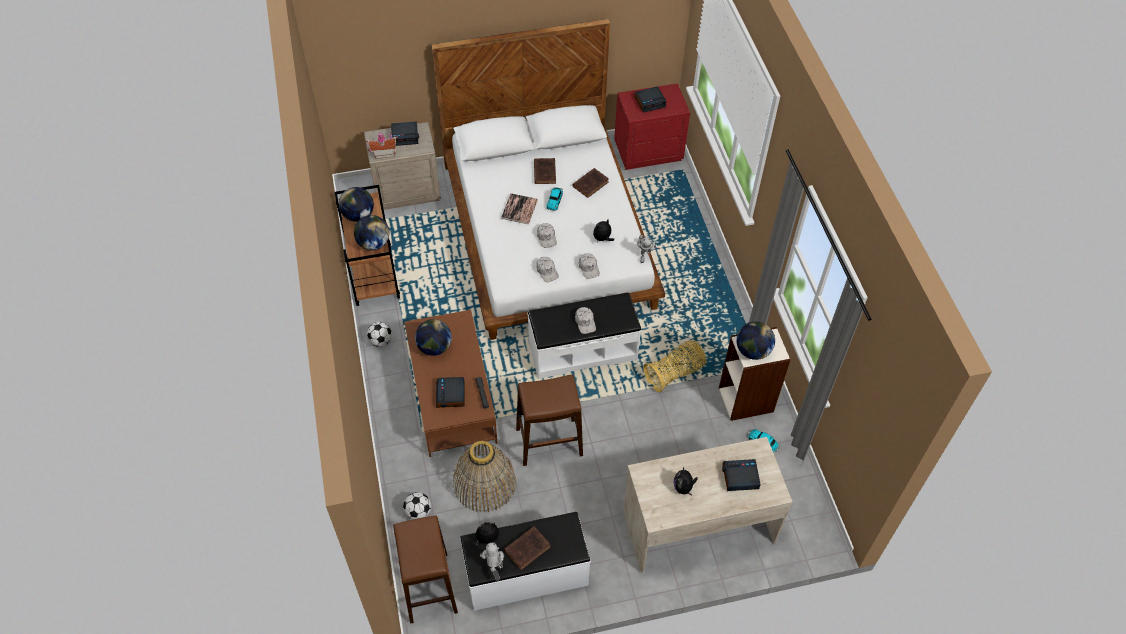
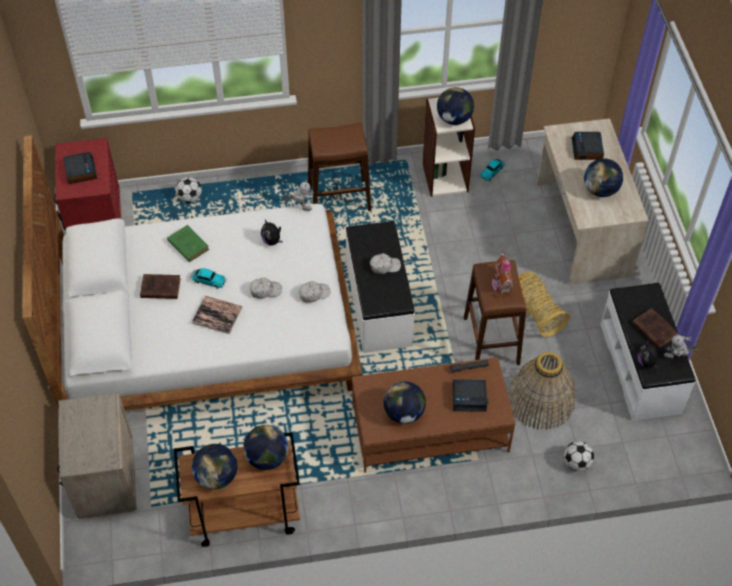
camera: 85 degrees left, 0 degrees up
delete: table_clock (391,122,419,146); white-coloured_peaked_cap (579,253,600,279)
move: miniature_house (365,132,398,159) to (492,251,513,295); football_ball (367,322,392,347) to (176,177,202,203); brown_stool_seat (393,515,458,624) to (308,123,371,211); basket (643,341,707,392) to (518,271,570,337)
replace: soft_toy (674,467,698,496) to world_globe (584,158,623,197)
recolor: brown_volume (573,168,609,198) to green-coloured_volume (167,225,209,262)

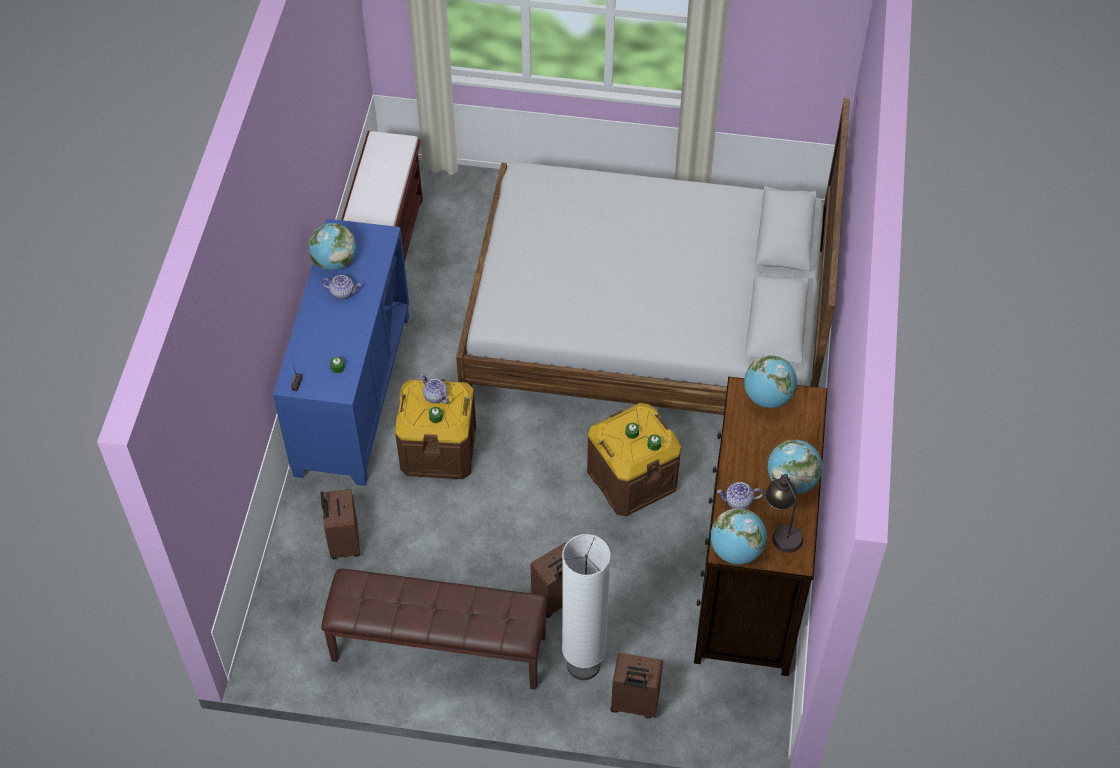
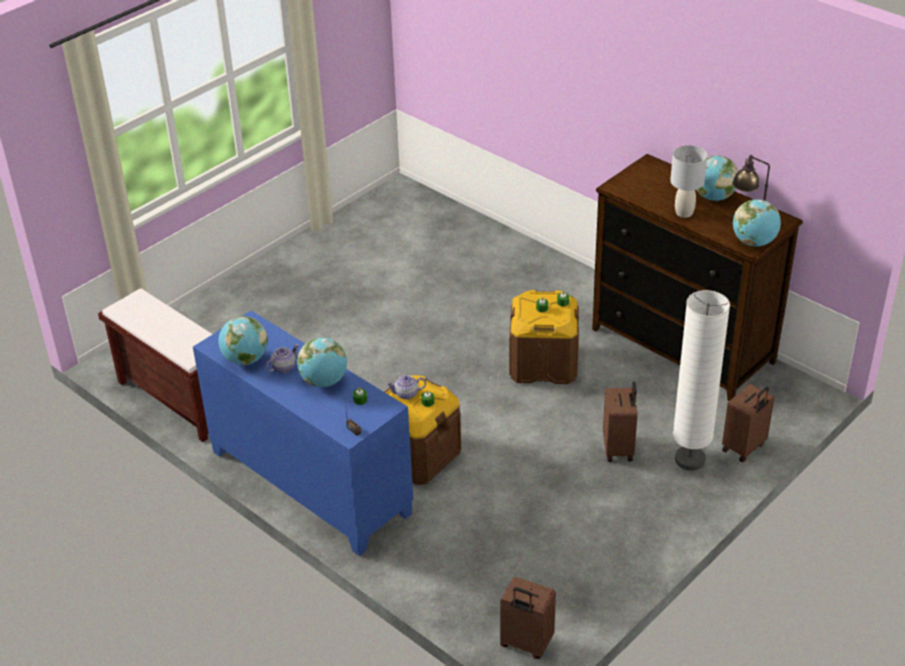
camera: 55 degrees left, 15 degrees down
delete: brown_bench (321,569,547,690); bed (456,98,850,415); pot_for_tea (717,482,763,509)
insert: greyish_table_lamp (670,145,707,218)
move: brown_travel_case (321,489,360,559) to (500,577,556,659); world_globe (744,355,797,408) to (297,338,347,388)

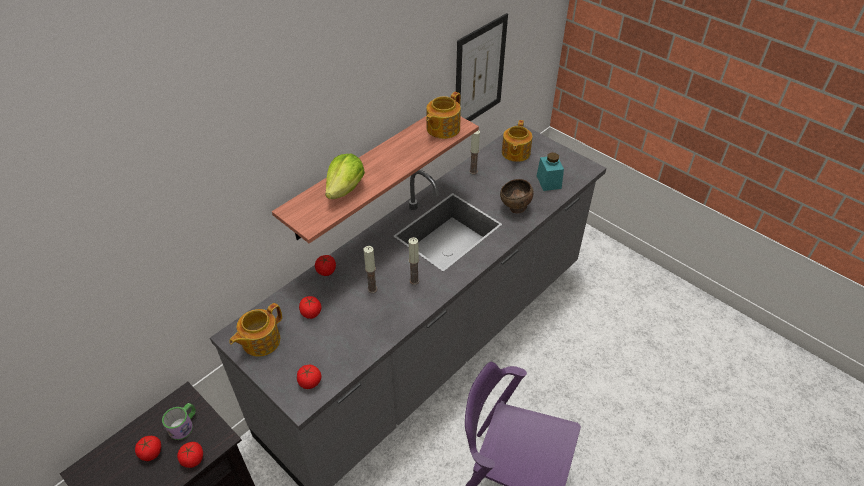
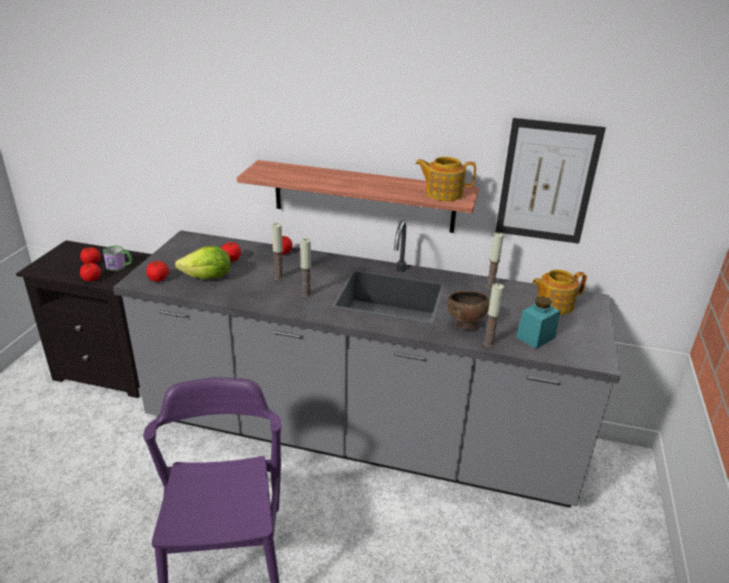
camera: 60 degrees right, 15 degrees down
delete: pot_for_tea (229,303,282,357)
insert: candle (483,283,504,347)
move: lettuce (325,154,365,199) to (175,246,231,279)

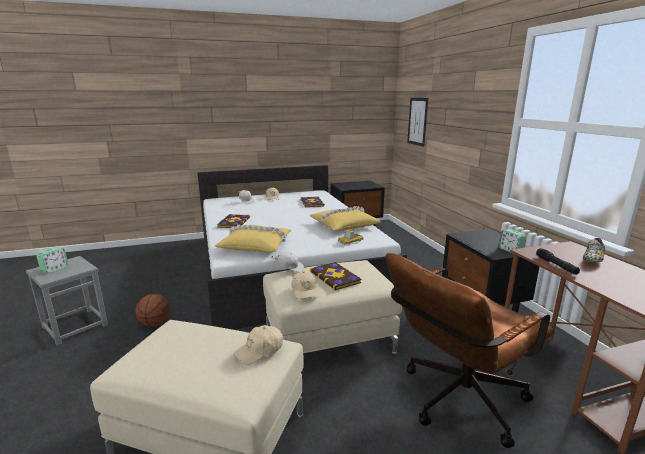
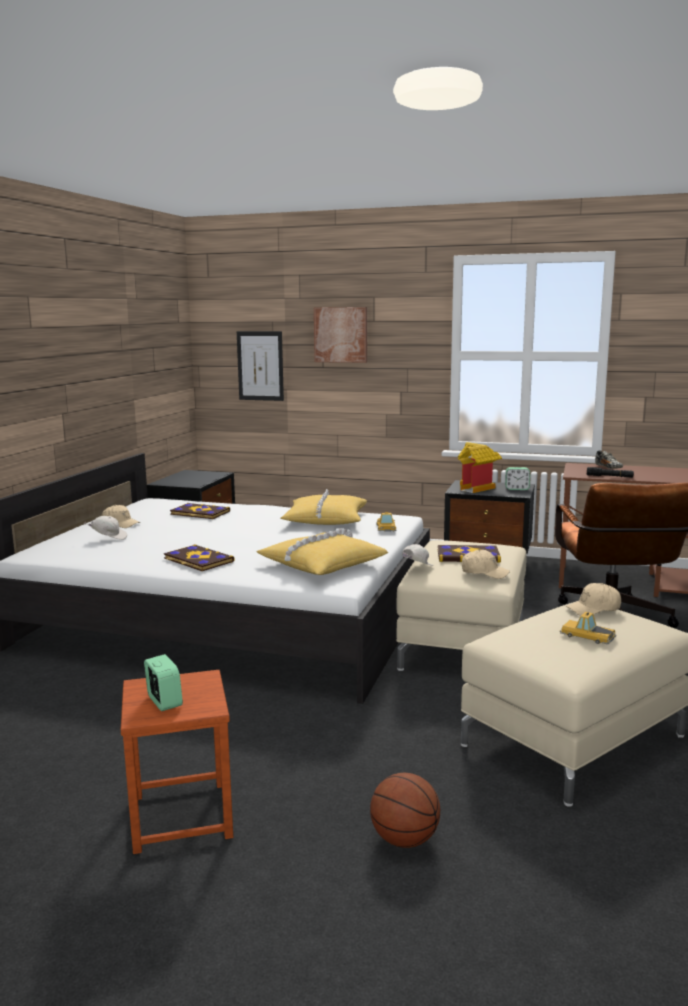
camera: 55 degrees left, 5 degrees down
insert: picture (314,307,367,363); miniature_house (458,442,502,493); miniature_car (560,612,616,644)
move: basketball_ball (136,294,170,326) to (370,773,440,848)
recolor: greyish_stool_seat (26,256,108,345) to brown_stool_seat (121,670,233,854)
rotate: beige_peaked_cap (234,325,283,365) = (566,583,621,616) 75 degrees clockwise

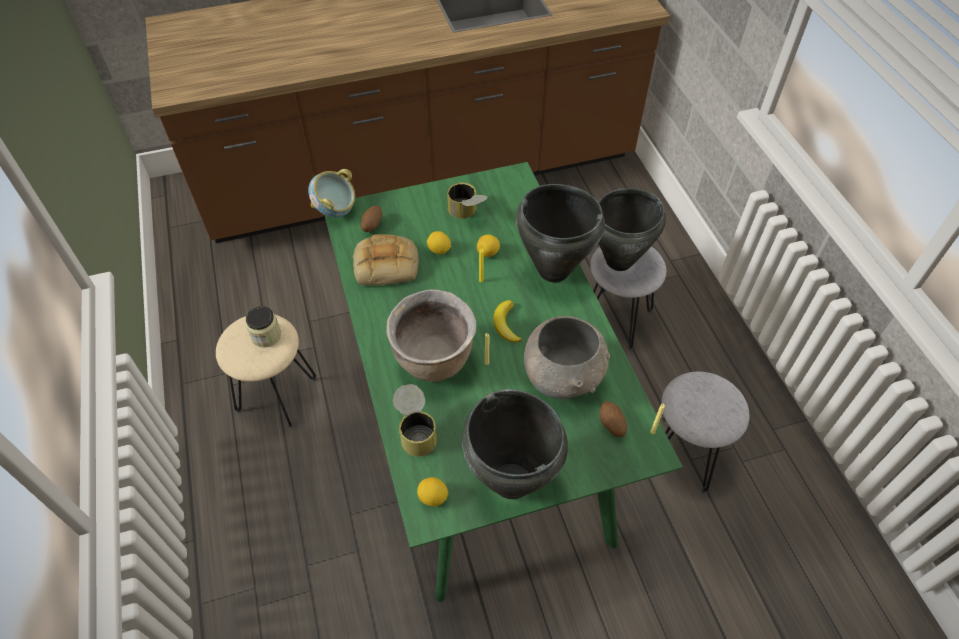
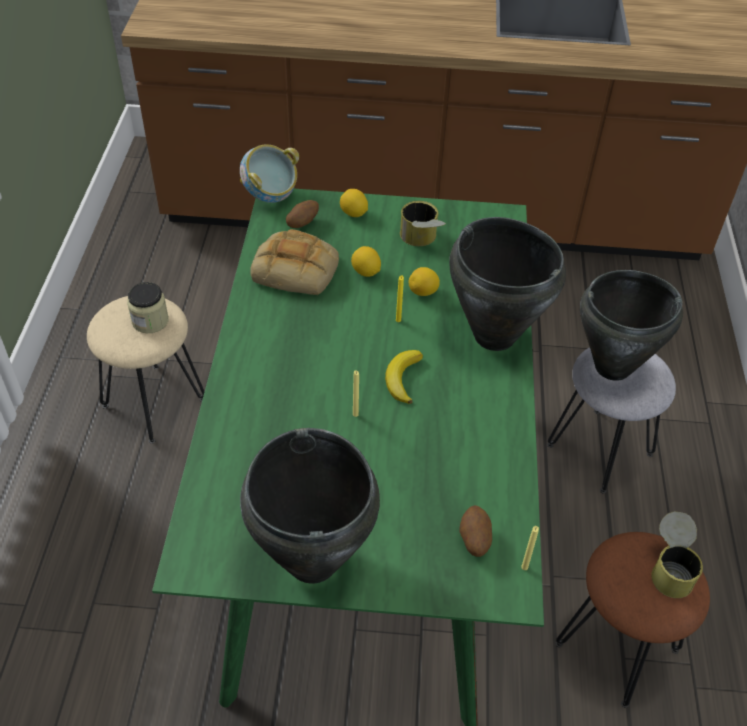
camera: 20 degrees right, 5 degrees down
delete: brown_saucepot (386,289,476,382); greyish_serving_bowl (524,316,610,399)
move: sealed_can (393,384,437,457) to (651,511,703,598); citrus_fruit (417,477,448,506) to (340,189,368,217)
recolor: greyish_stool_seat (661,372,750,493) to brown_stool_seat (555,532,710,708)

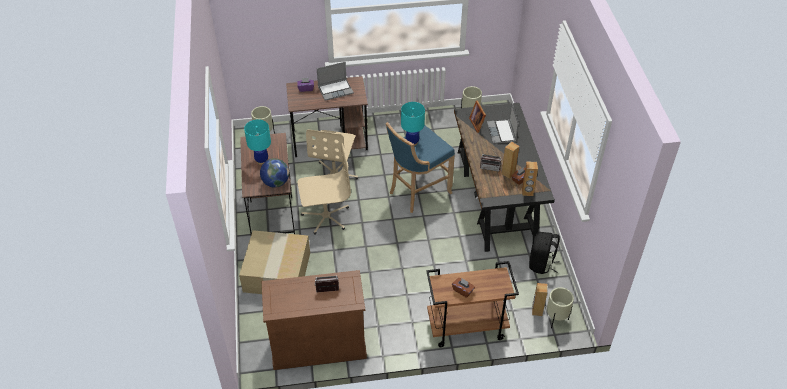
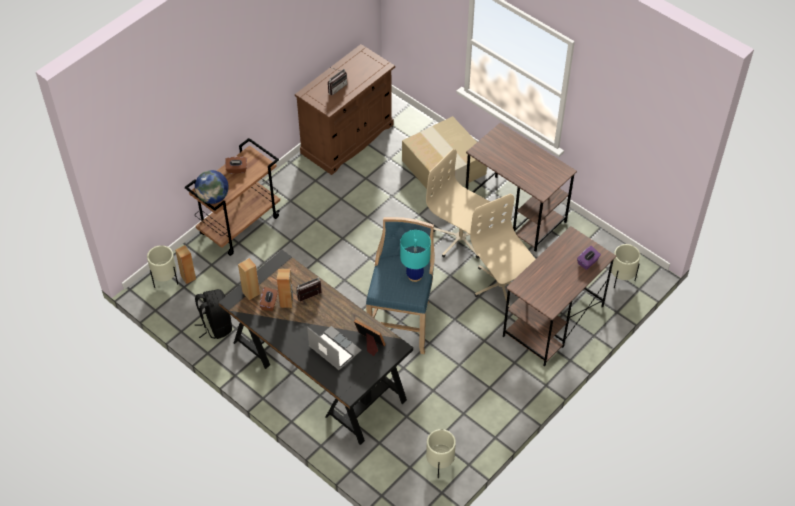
camera: 140 degrees right, 5 degrees up
delete: turquoise_table_lamp (244,119,271,165); laptop (317,62,354,101)
move: world_globe (260,158,289,187) to (195,170,229,204)
rotate: beige_computer_chair (297,143,351,235) = (426,149,495,258) 90 degrees clockwise

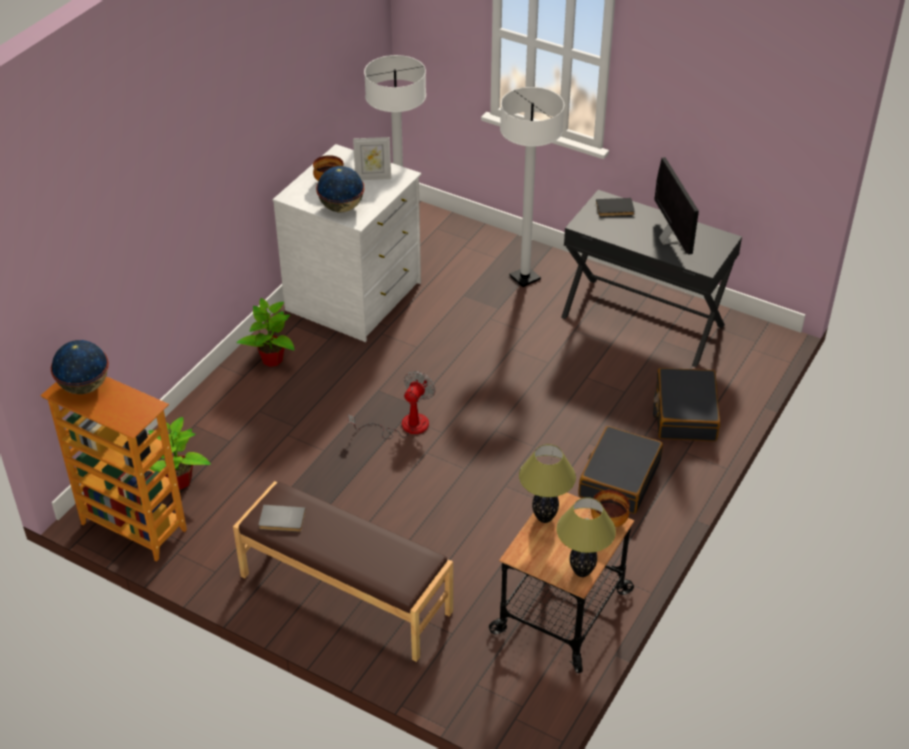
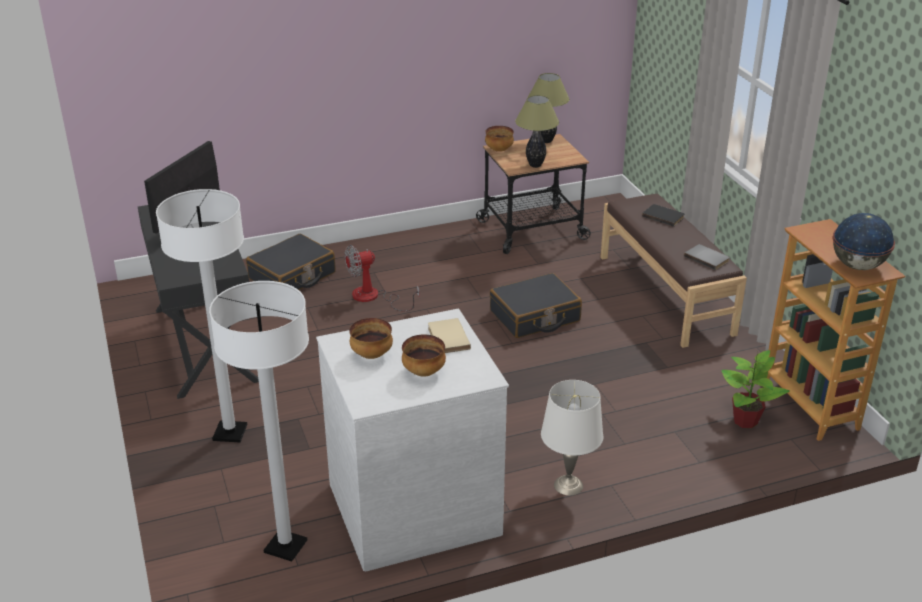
camera: 140 degrees left, 10 degrees down
move: cooling_fan (348,371,435,439) to (344,245,420,311); black-coloured_travel_case (579,426,663,514) to (490,273,582,338); black-coloured_volume (596,198,635,217) to (642,204,684,227)
replace: houseplant (236,298,295,367) to white-coloured_table_lamp (541,380,603,496); world_globe (316,166,364,212) to beige_volume (428,318,471,353); standing_frame (353,137,391,180) to serving_bowl (349,318,393,359)

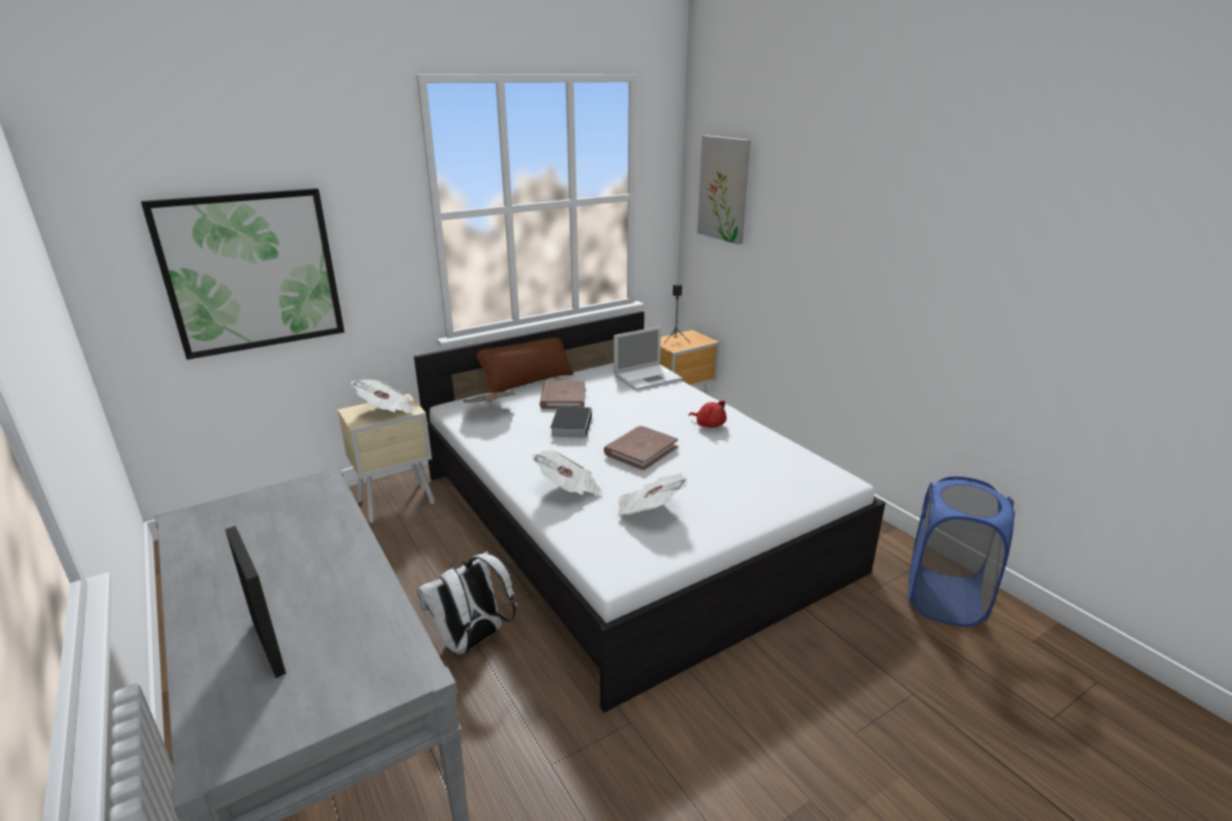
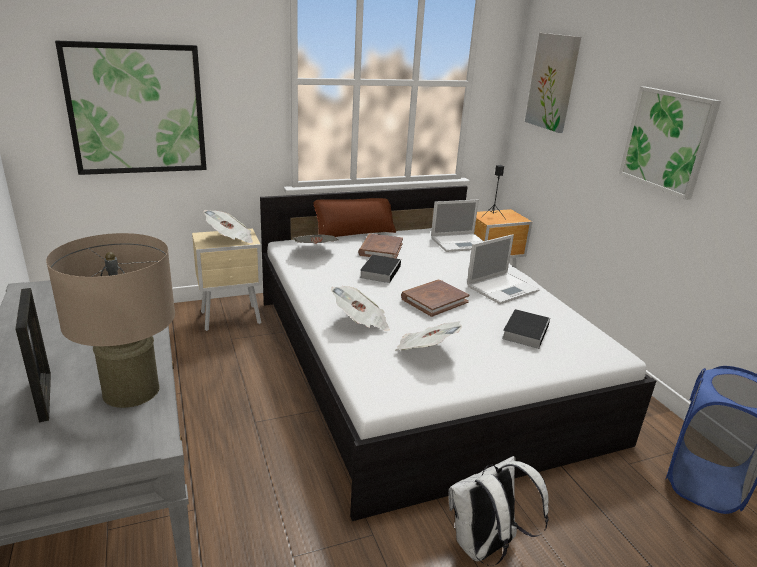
camera: 10 degrees right, 0 degrees up
insert: beige_table_lamp (46,233,175,408); volume (502,309,550,349); picture (619,86,721,200)
move: white-coloured_backpack (417,551,516,654) to (448,456,549,566)
replace: red_soft_toy (689,401,727,428) to laptop (467,234,540,304)

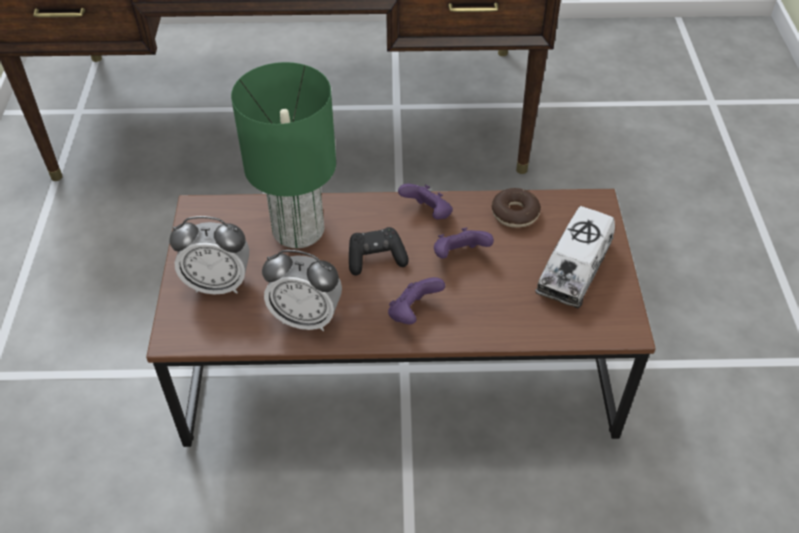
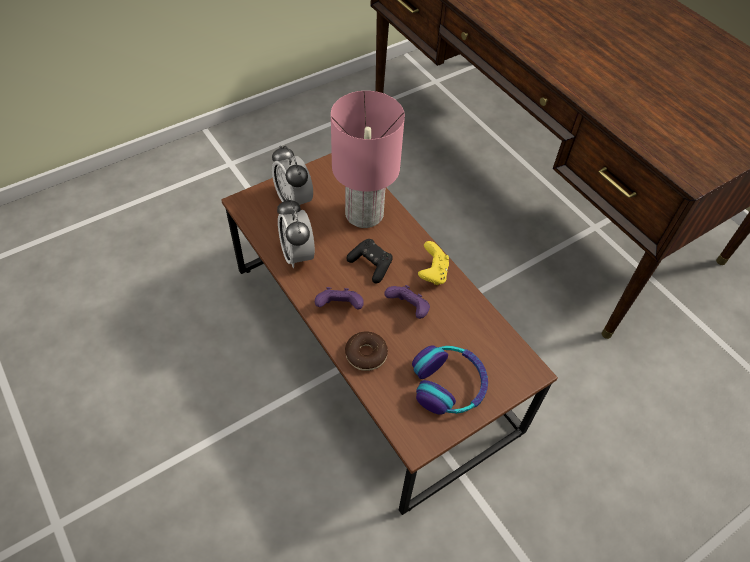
camera: 55 degrees right, 5 degrees up
move: donut (491,188,541,228) to (345,331,388,371)
replace: toy_lorry (535,206,615,308) to headset (412,345,488,415)
recolor: green-coloured_table_lamp (231,62,336,248) to pink-coloured_table_lamp (331,91,405,228); purplish_game_controller (398,184,453,219) to yellow-coloured_game_controller (418,241,449,285)

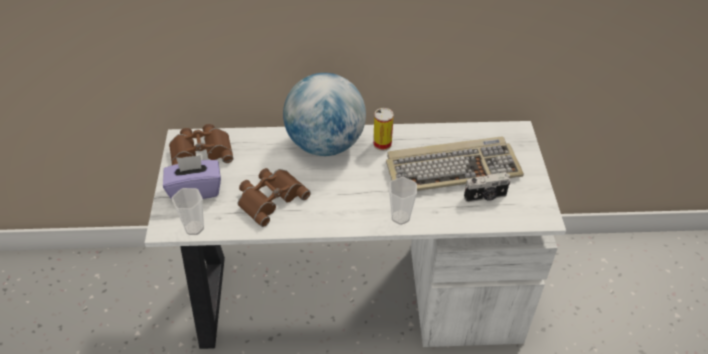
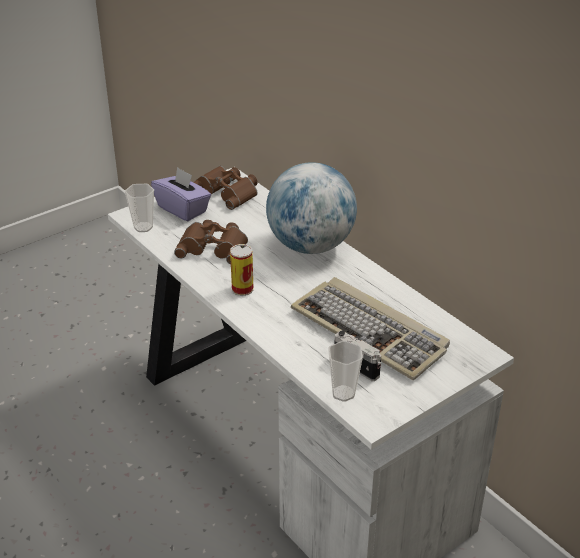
camera: 55 degrees right, 10 degrees down
move: sealed_can (373,108,394,151) to (230,244,254,296); cup (389,177,417,225) to (328,341,363,402)

